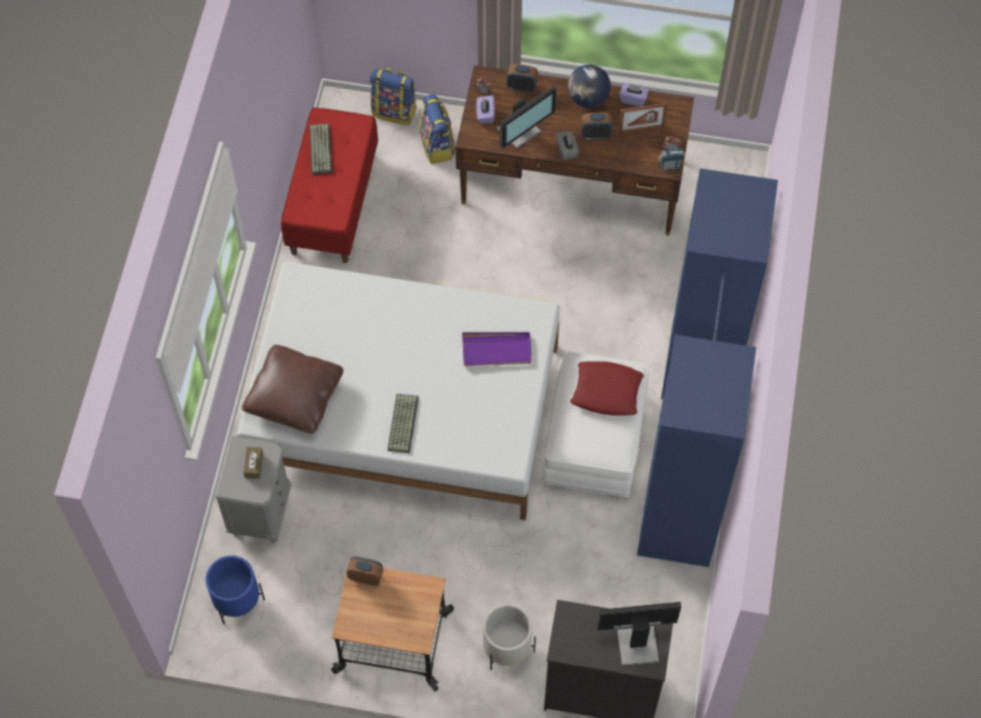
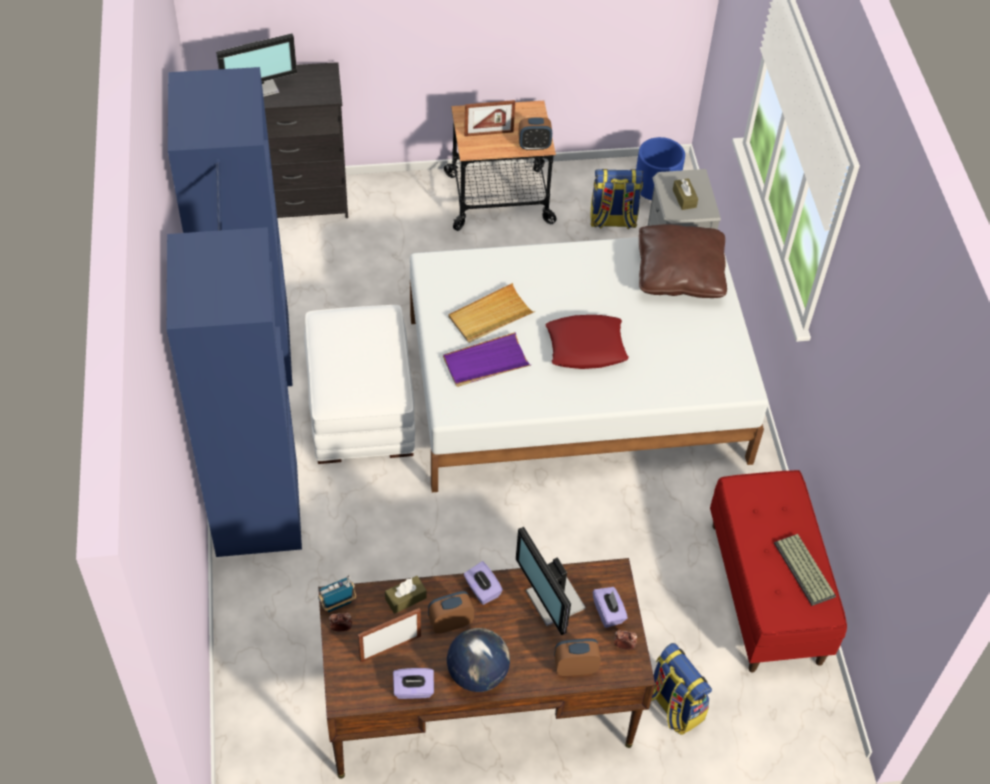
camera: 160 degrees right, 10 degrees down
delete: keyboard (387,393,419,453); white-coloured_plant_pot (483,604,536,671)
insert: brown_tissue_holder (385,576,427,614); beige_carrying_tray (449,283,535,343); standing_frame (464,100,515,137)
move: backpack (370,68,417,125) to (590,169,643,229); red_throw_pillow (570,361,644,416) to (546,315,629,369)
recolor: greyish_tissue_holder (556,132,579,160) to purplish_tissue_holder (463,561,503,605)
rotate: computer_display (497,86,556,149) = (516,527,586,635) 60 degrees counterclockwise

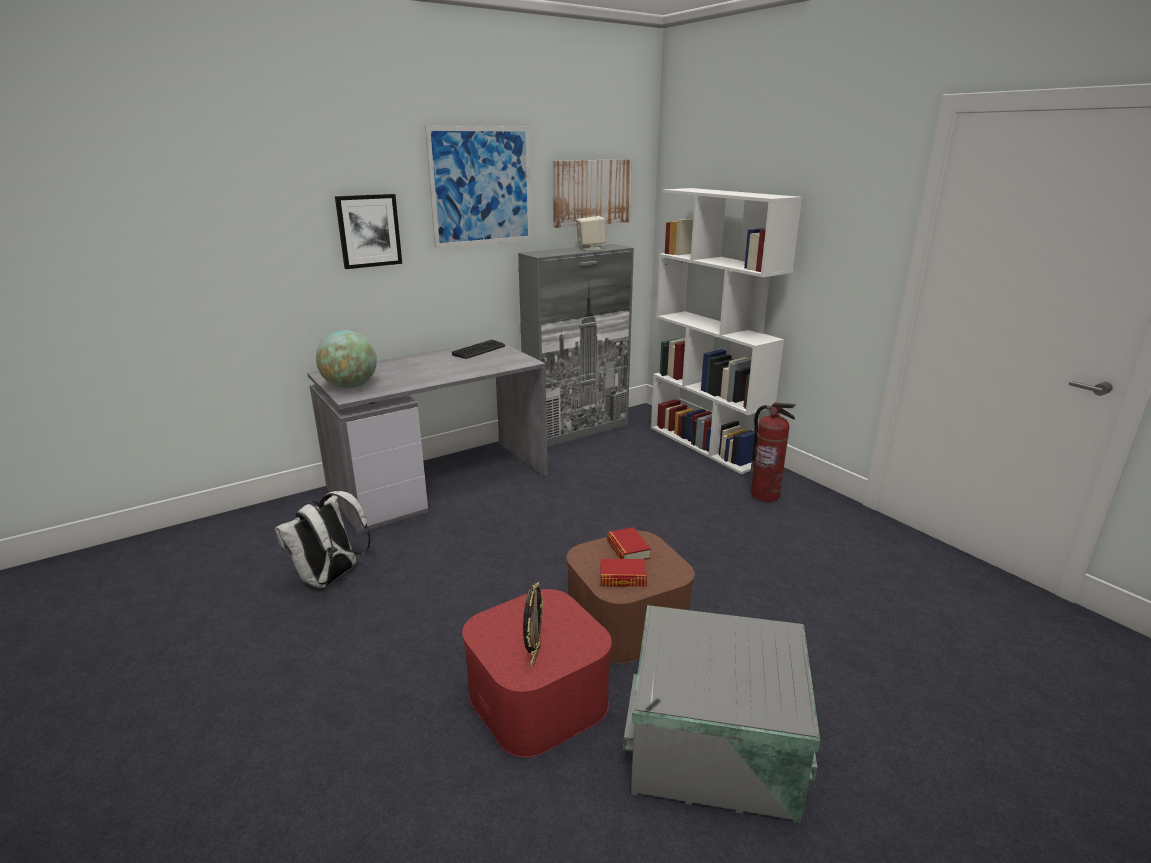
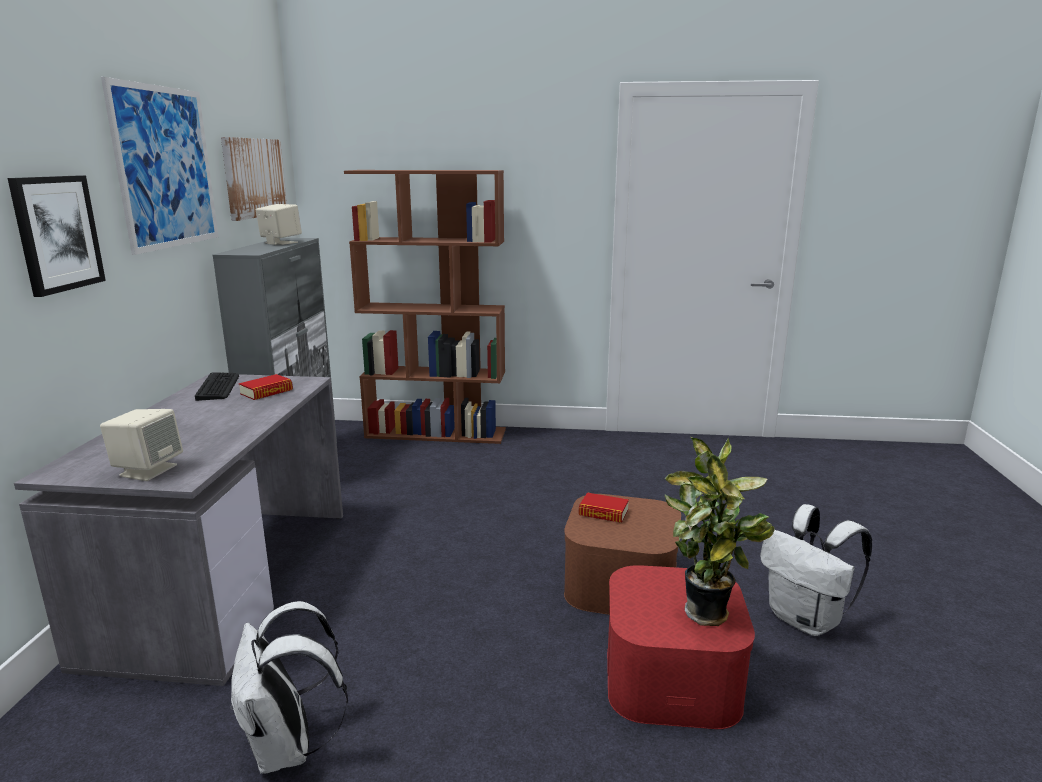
camera: 50 degrees left, 5 degrees down
delete: fire-fighting_cylinder (750,402,796,502)
move: volume (600,559,647,587) to (239,374,293,400)
replace: world_globe (316,330,377,388) to beige_speaker (100,409,183,481); standing_frame (523,582,543,668) to houseplant (664,436,774,626); greyish_storage_box (623,605,820,824) to white-coloured_backpack (760,504,872,636)
recolor: white-coloured_bookshelf (651,188,802,474) to brown_bookshelf (344,170,506,444)

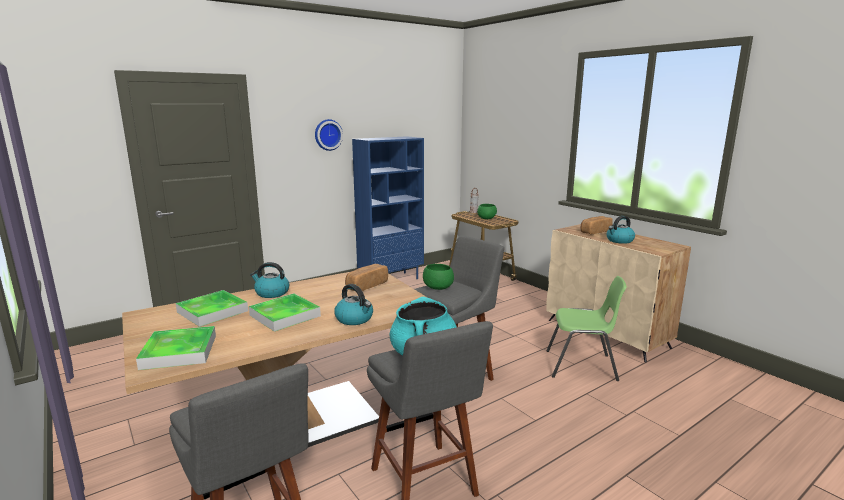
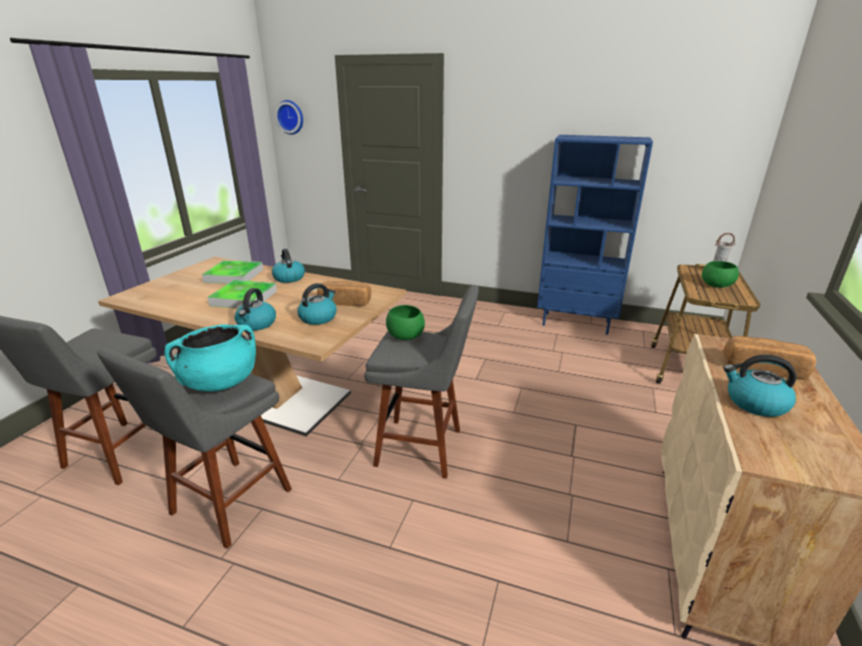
camera: 55 degrees right, 10 degrees up
delete: carrying_tray (136,326,216,370); green-coloured_plain_chair (546,276,627,381)
insert: water_kettle (297,283,337,325)
move: clock_on_the_wall (315,119,343,151) to (275,100,303,135)

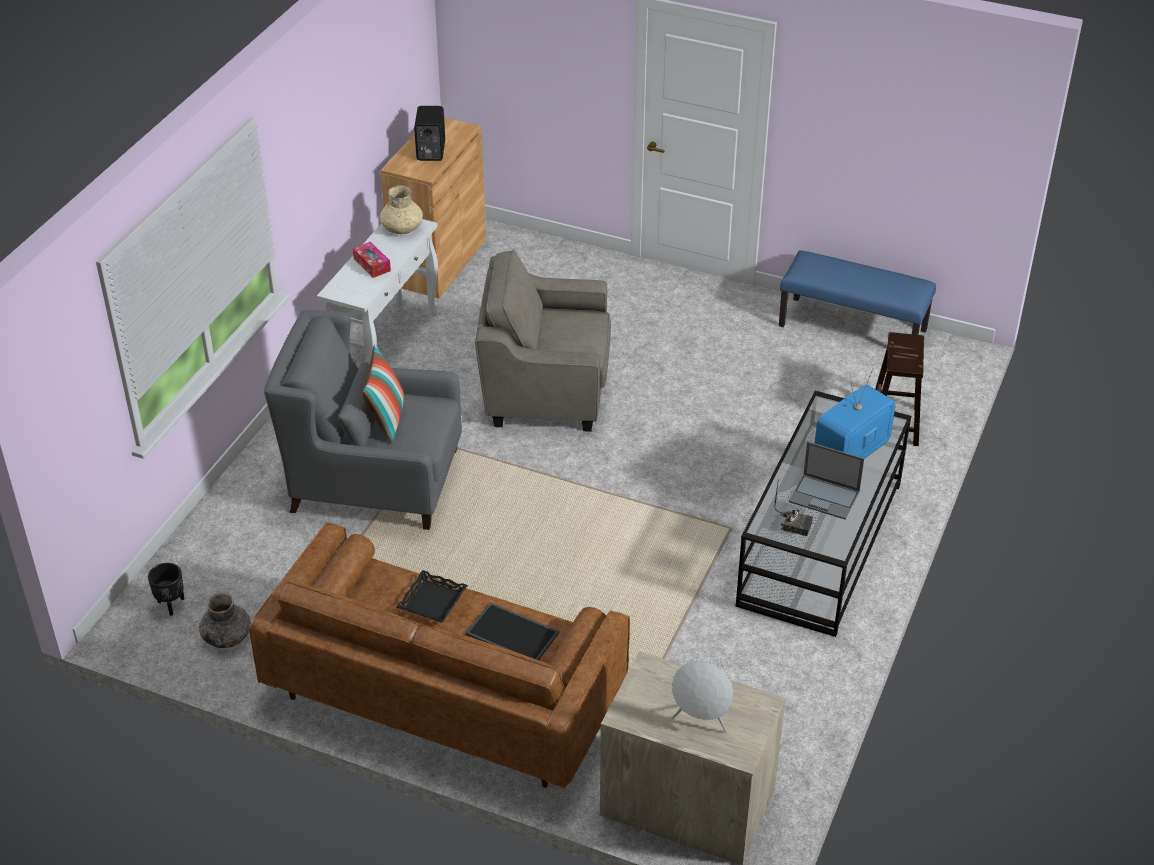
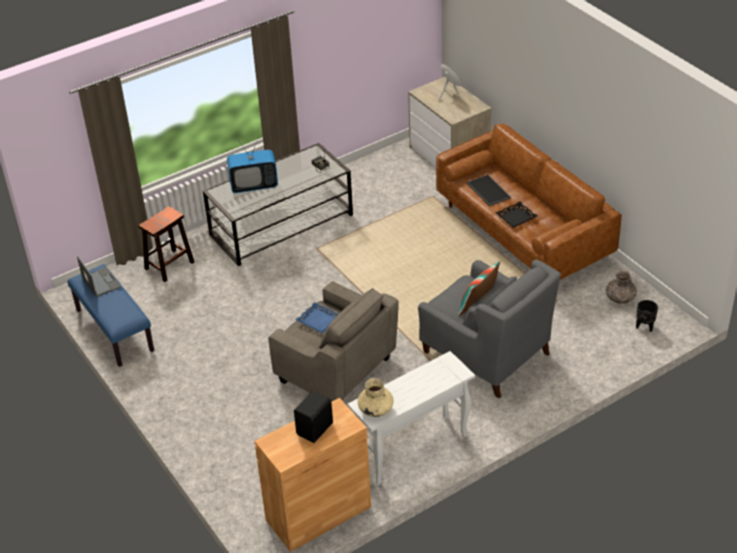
camera: 145 degrees left, 0 degrees up
delete: tissue_holder (353,242,391,278)
insert: blue-coloured_carrying_tray (296,302,339,333)
move: laptop (789,442,864,520) to (77,256,121,297)

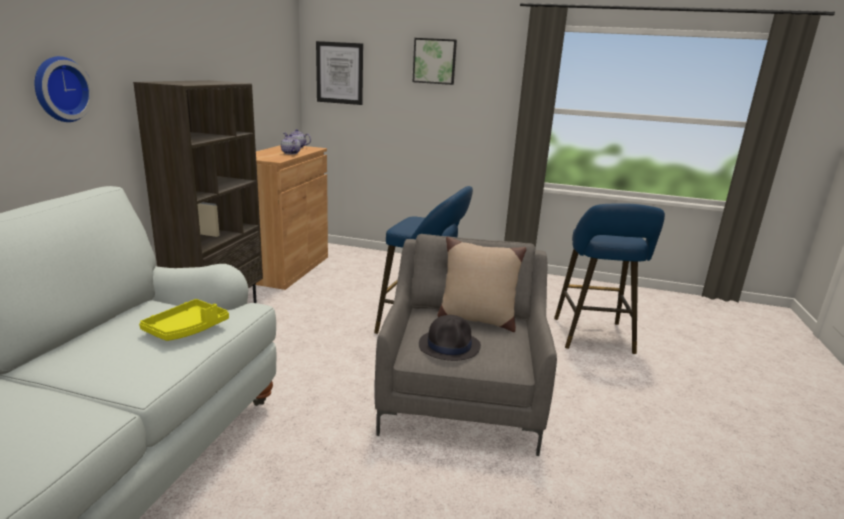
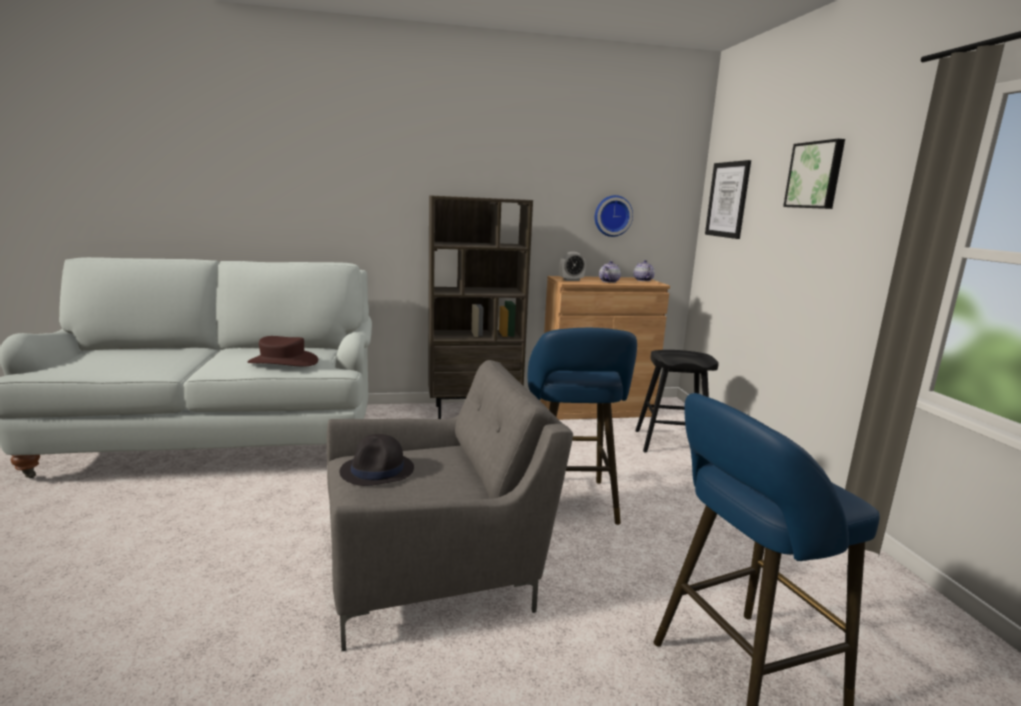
camera: 65 degrees right, 5 degrees down
delete: beige_throw_pillow (437,237,526,332)
insert: table_clock (559,252,586,281); black-coloured_stool_seat (635,350,719,453)
move: clock_on_the_wall (35,56,94,122) to (595,195,633,237)
replace: yellow-coloured_carrying_tray (139,299,229,341) to brown_hat (247,336,318,367)

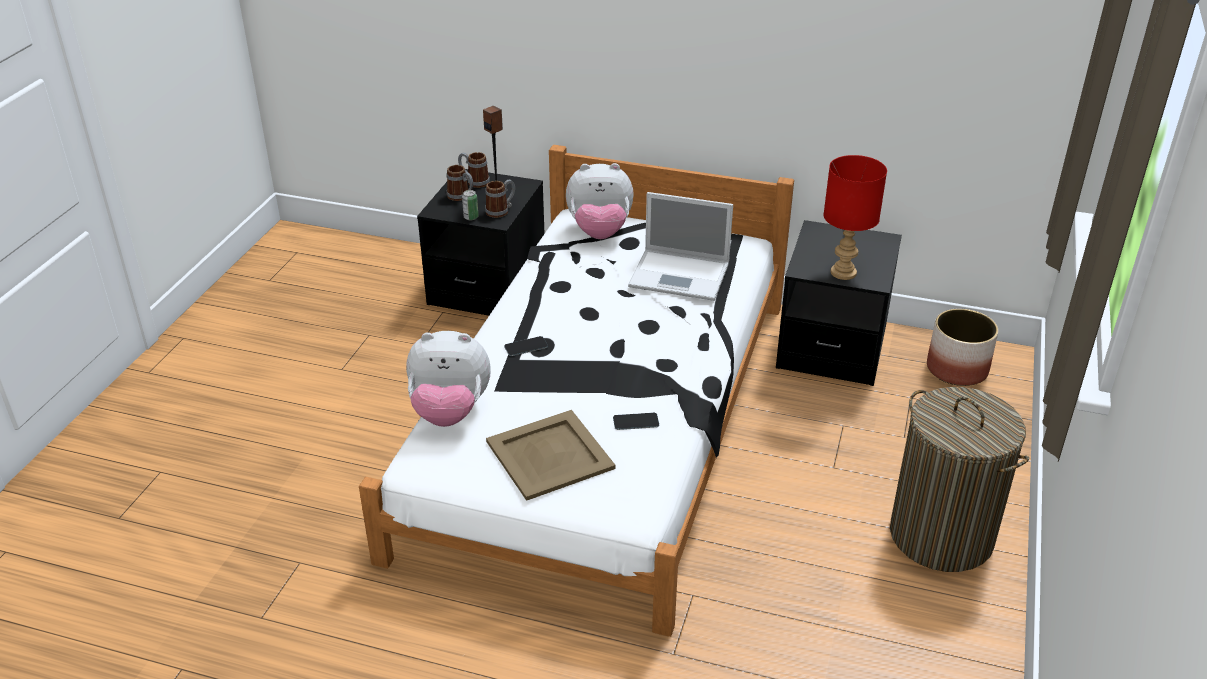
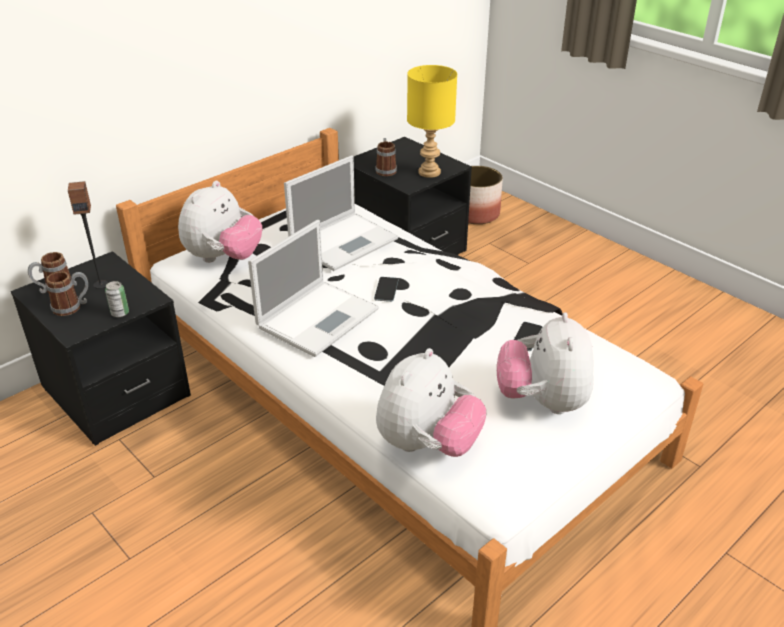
camera: 60 degrees left, 0 degrees up
delete: washing_basket (890,387,1029,572)
insert: laptop (248,220,379,357)
move: coffee_mug (485,180,515,218) to (375,138,397,176); handset (504,336,548,356) to (374,277,398,302)
replace: beige_carrying_tray (486,410,616,501) to soft_toy (497,312,594,414)
recolor: red_table_lamp (823,155,887,280) to yellow-coloured_table_lamp (407,65,457,178)

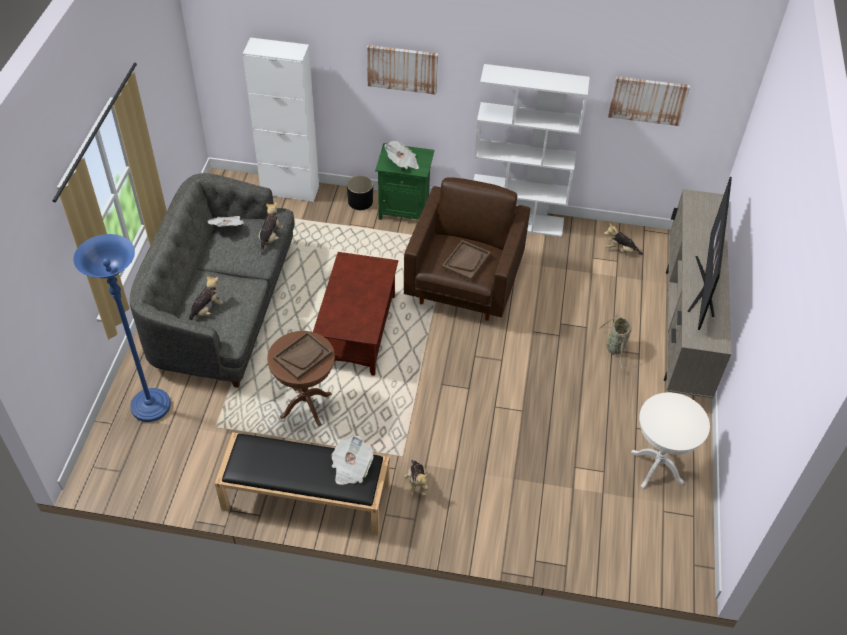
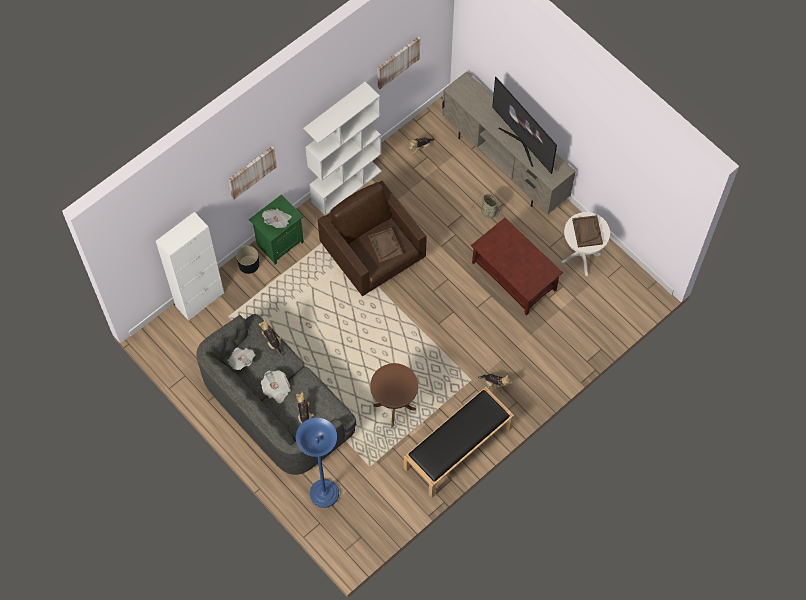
camera: 50 degrees left, 15 degrees up
move: brown_carrying_tray (273,331,332,380) to (572,215,603,247); brown_lounge_table (313,252,398,376) to (471,218,563,316); newspaper (331,436,373,485) to (261,370,291,403)

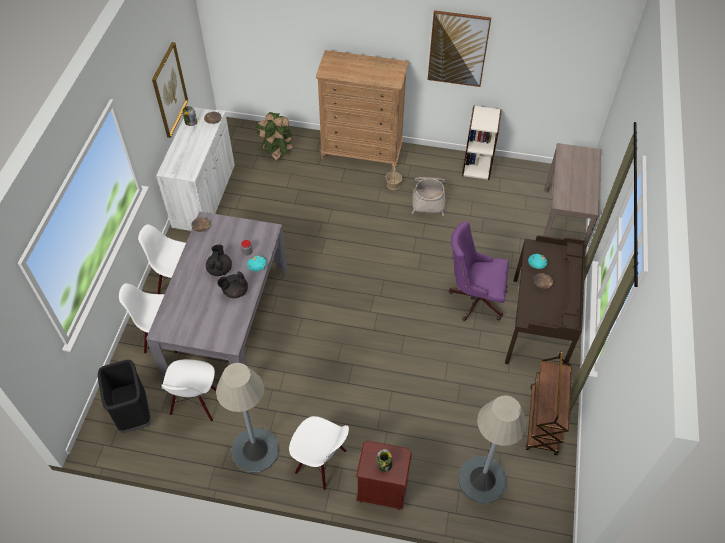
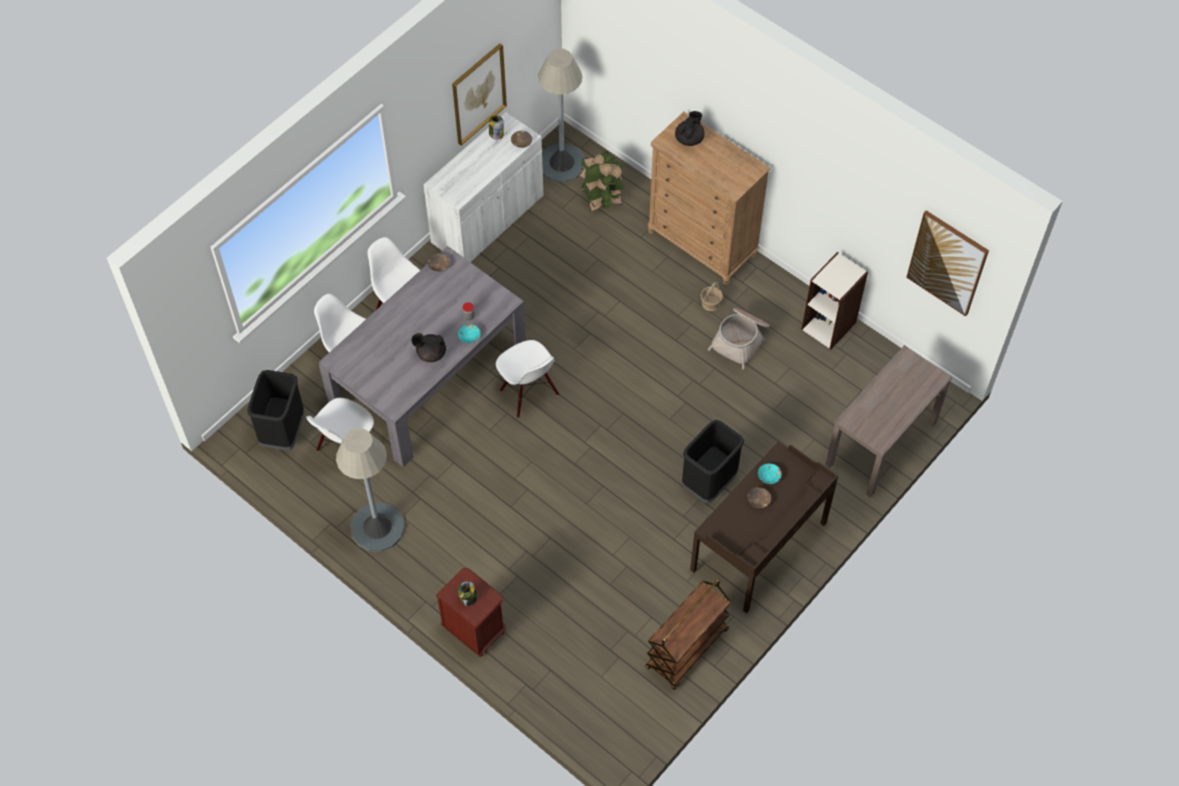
camera: 30 degrees right, 5 degrees up
move: black-coloured_pot_for_tea (206,244,232,276) to (675,111,705,146); white-coloured_plain_chair (289,416,349,490) to (496,340,559,418); picture (427,10,491,87) to (906,210,989,317); greyish_standard_lamp (458,395,527,503) to (538,48,585,182)
replace: purplish_computer_chair (449,221,509,321) to black-coloured_waste_bin (682,420,744,503)

